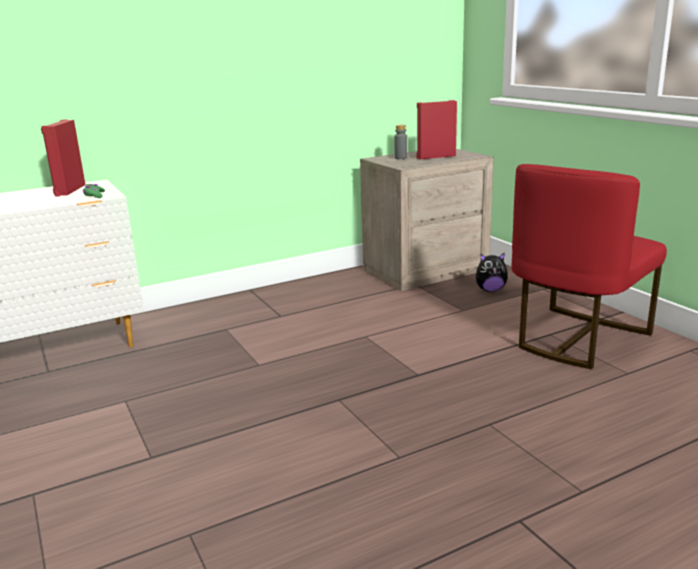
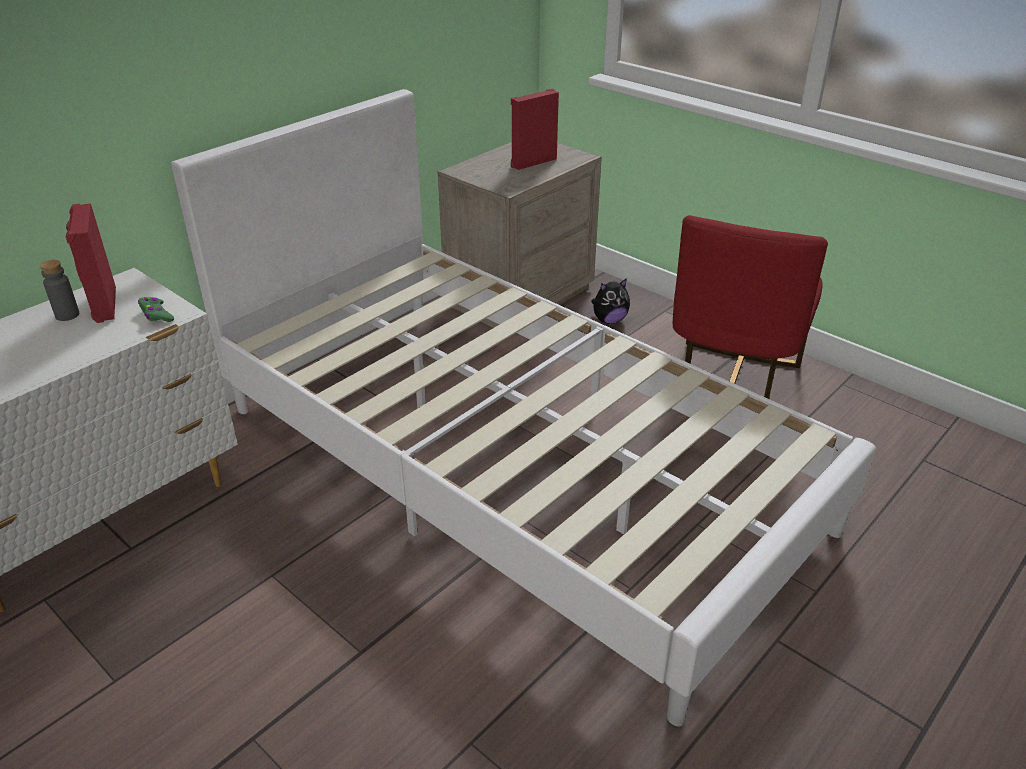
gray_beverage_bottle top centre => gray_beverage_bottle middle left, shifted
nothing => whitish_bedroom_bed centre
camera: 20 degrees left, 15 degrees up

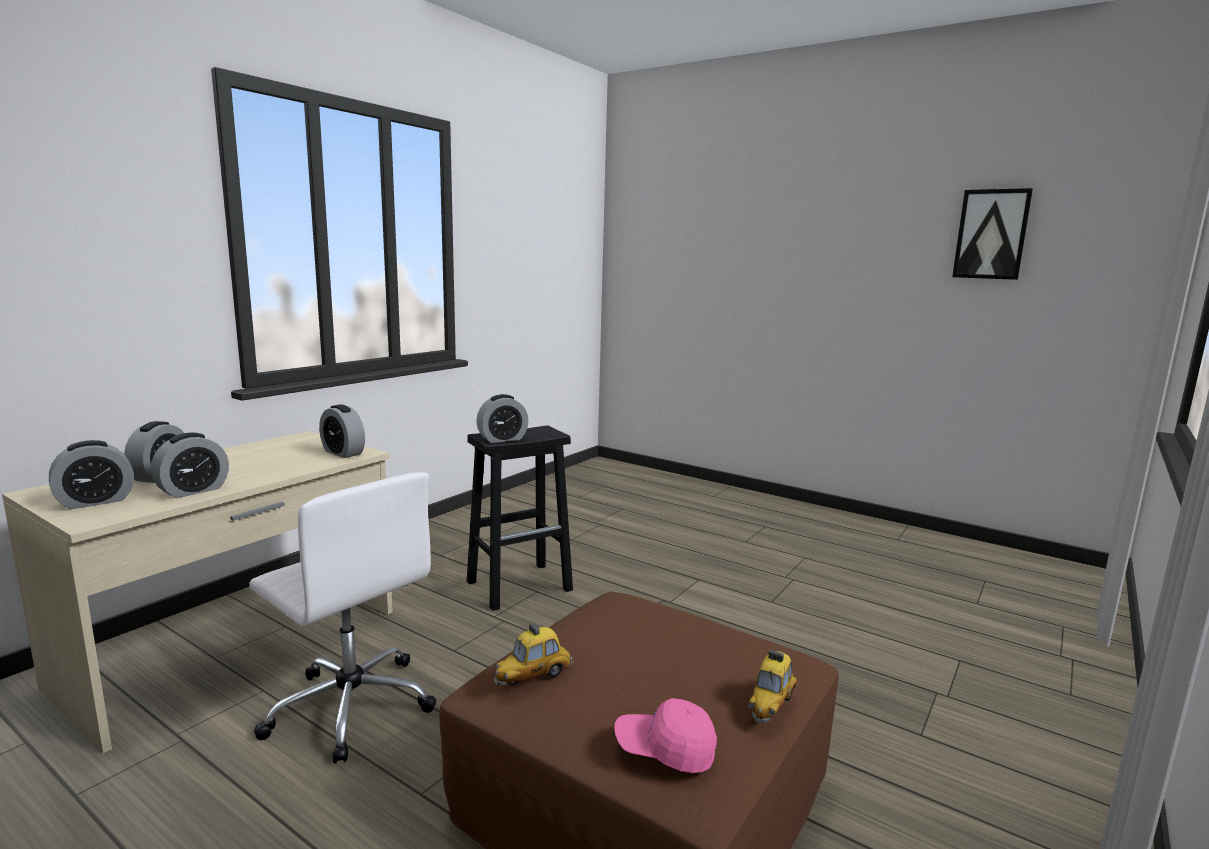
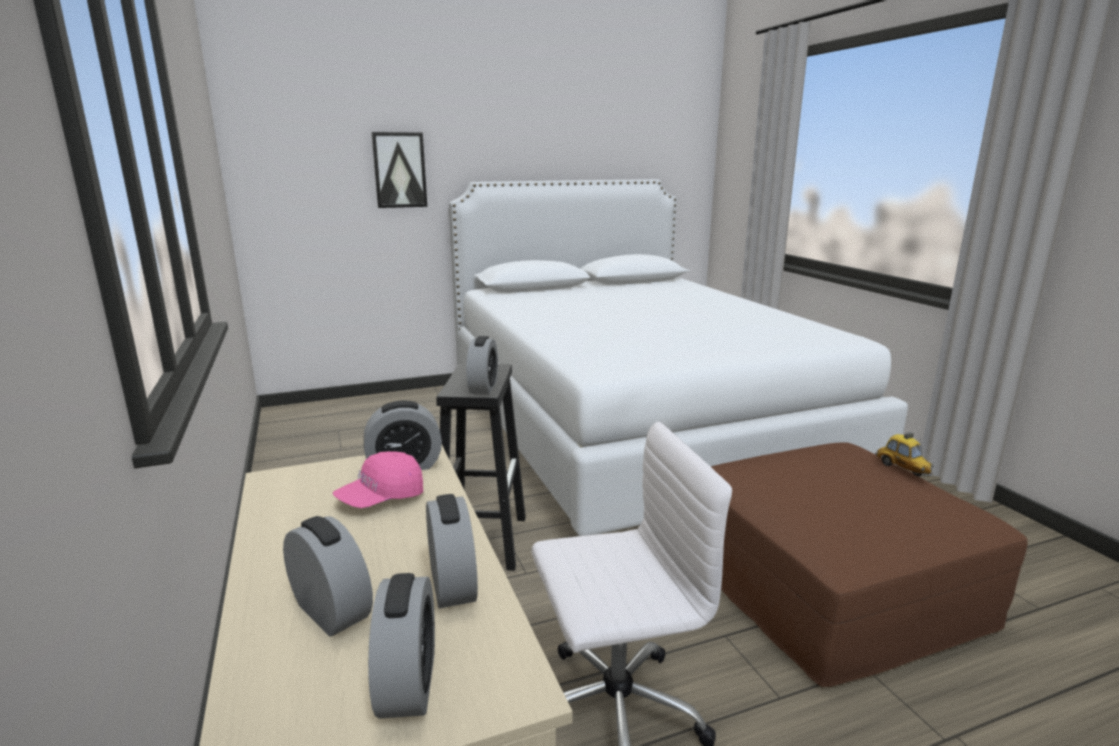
pinkish_peaked_cap bottom centre => pinkish_peaked_cap centre, shifted
picture top right => picture top centre, shifted
nothing => whitish_bedroom_bed centre
miniature_car (no. 1 from left) bottom centre => nothing
camera: 55 degrees left, 5 degrees up

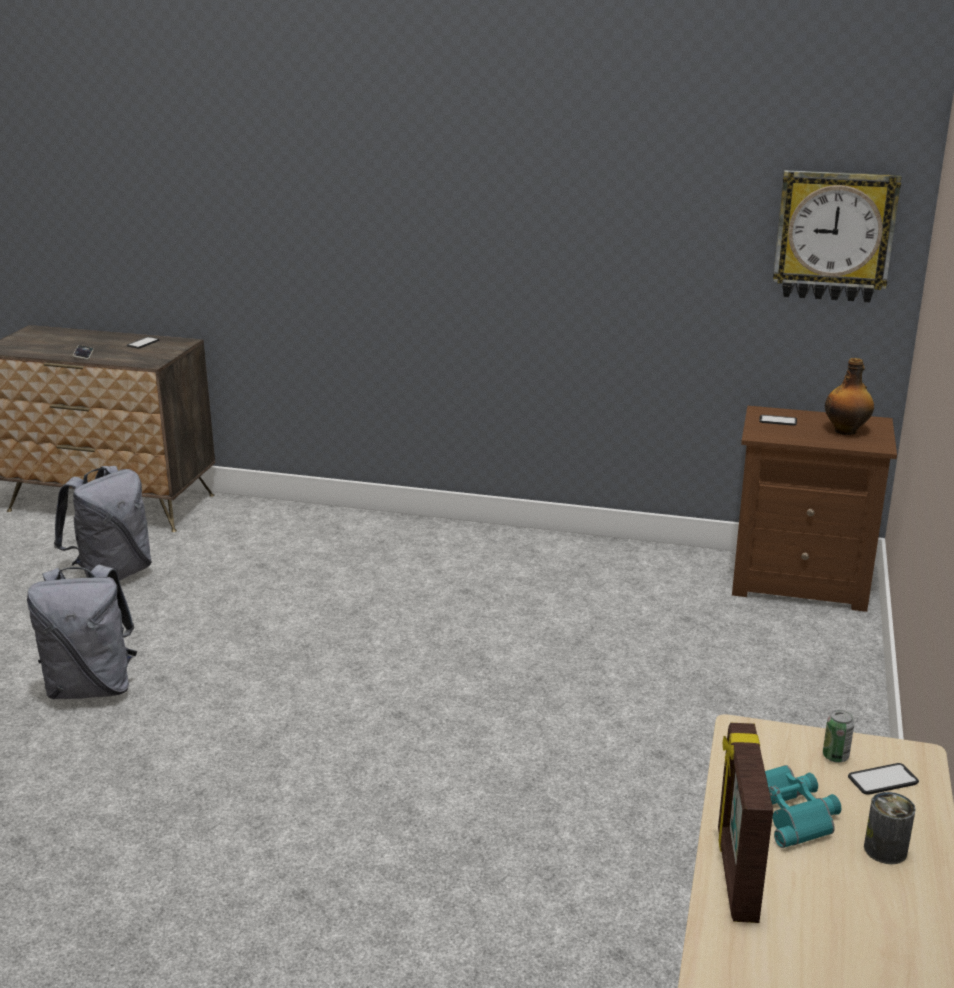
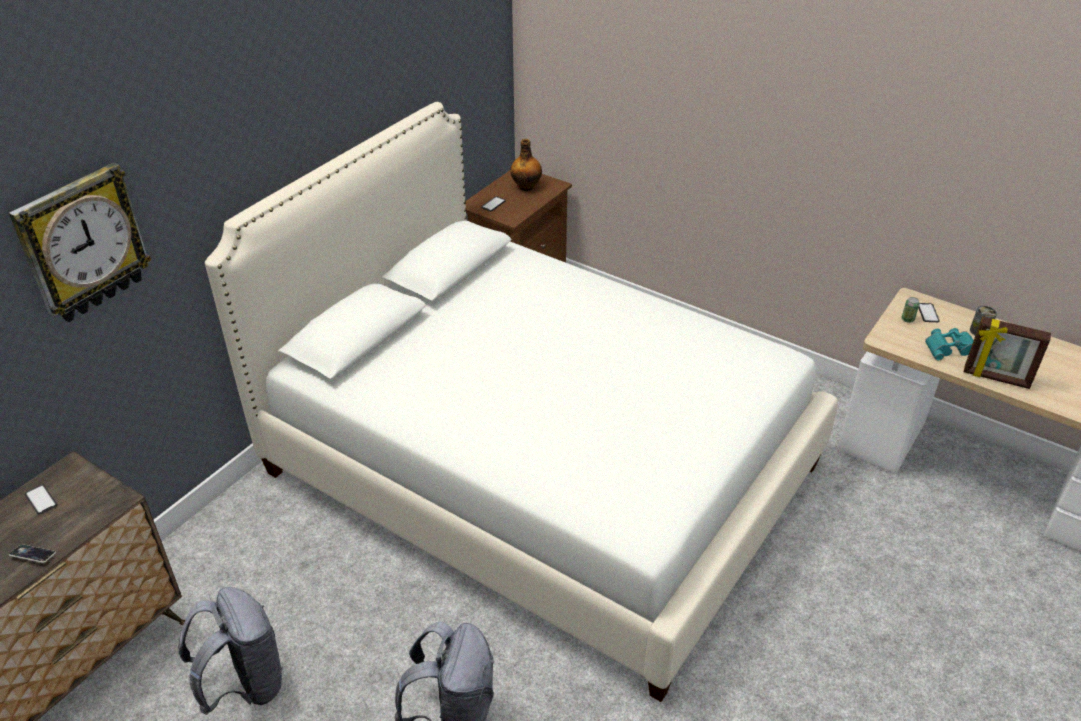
clock_on_the_wall top right => clock_on_the_wall middle left, shifted
nothing => whitish_bedroom_bed centre
camera: 70 degrees left, 15 degrees up

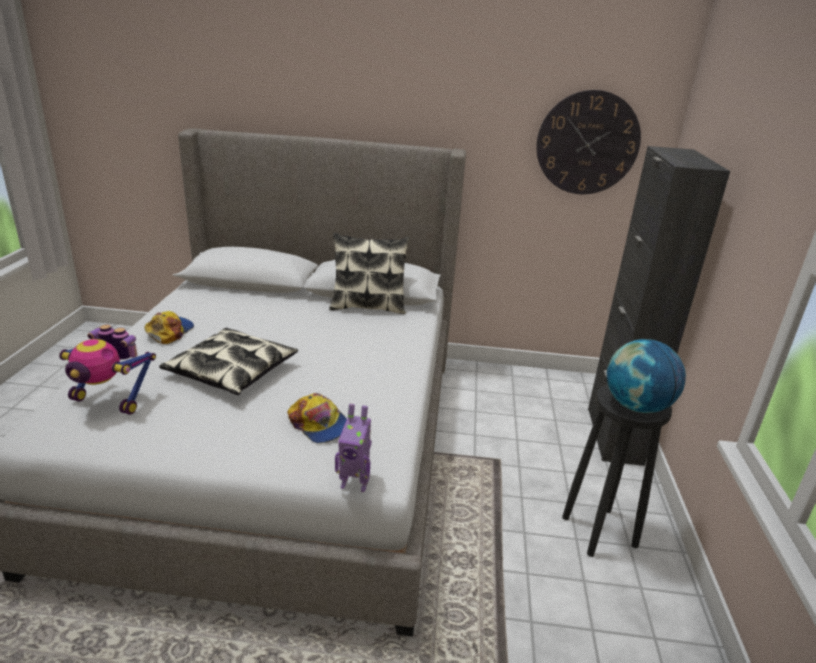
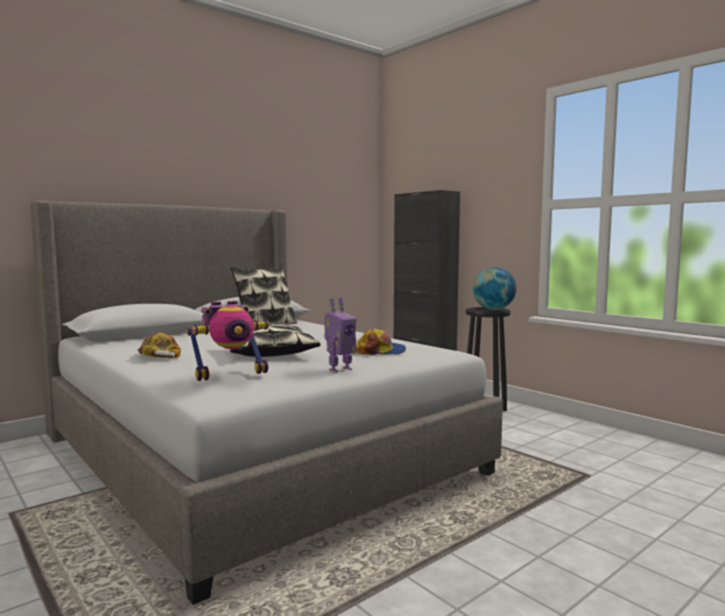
model_robot (no. 2 from left) bottom centre => model_robot (no. 2 from left) centre, shifted
clock_on_the_wall top right => nothing
camera: 45 degrees left, 20 degrees down

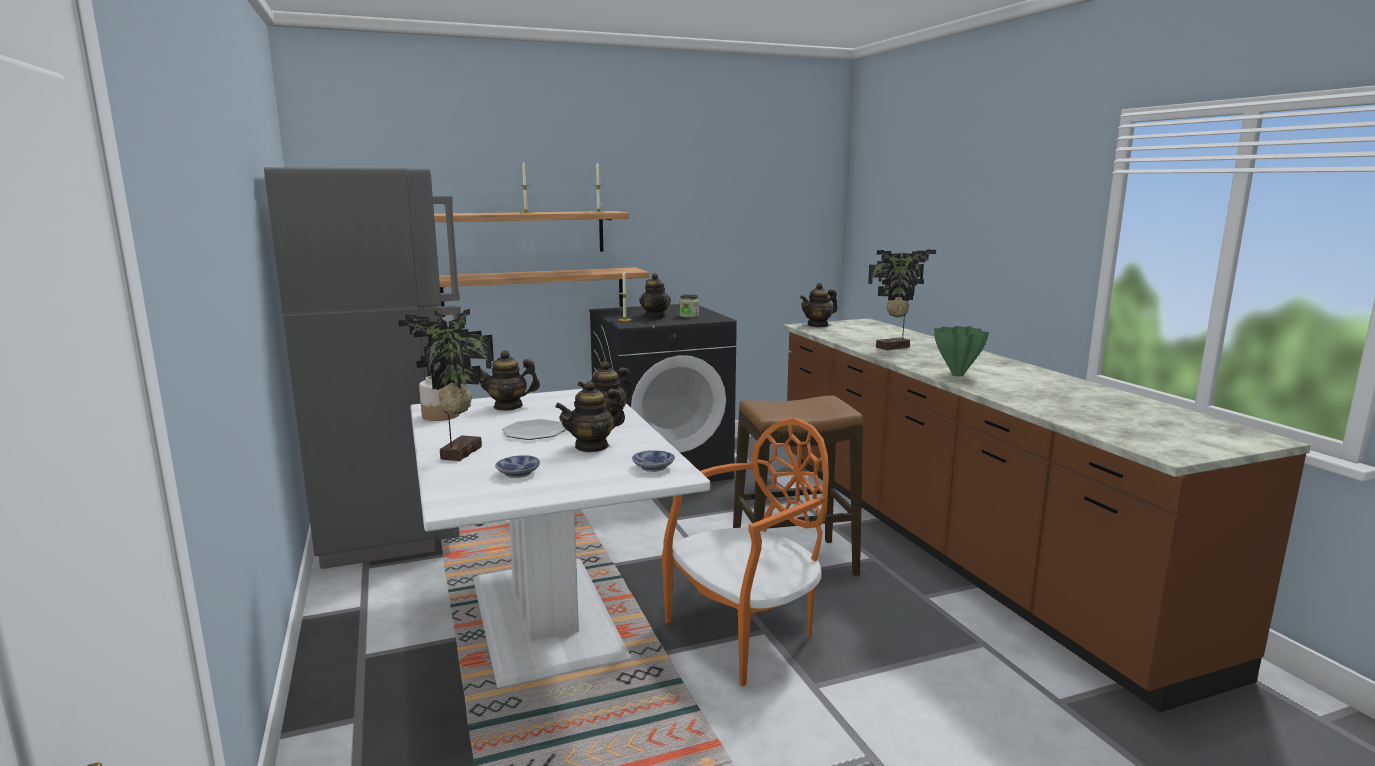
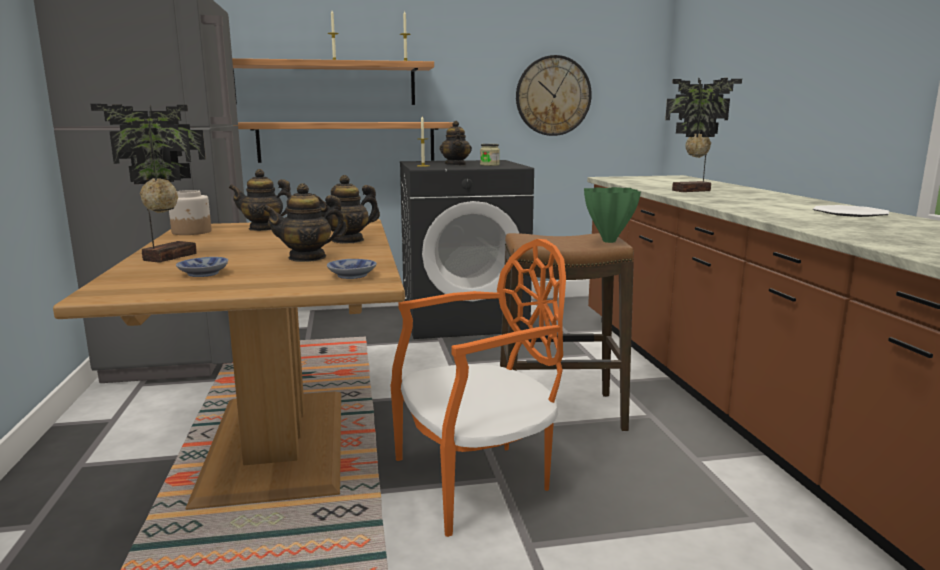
whitish_dinner_table bottom centre => brown_dinner_table middle left
nothing => clock_on_the_wall top centre
greenish_flower_vase middle right => greenish_flower_vase centre, shifted
plate centre => plate middle right, shifted
teapot (no. 5 from left) centre => nothing
camera: 10 degrees right, 0 degrees up

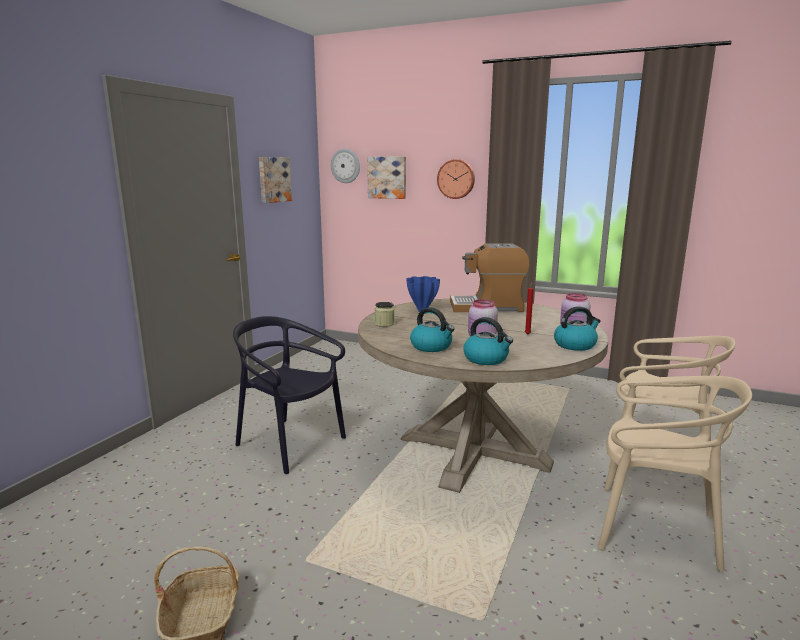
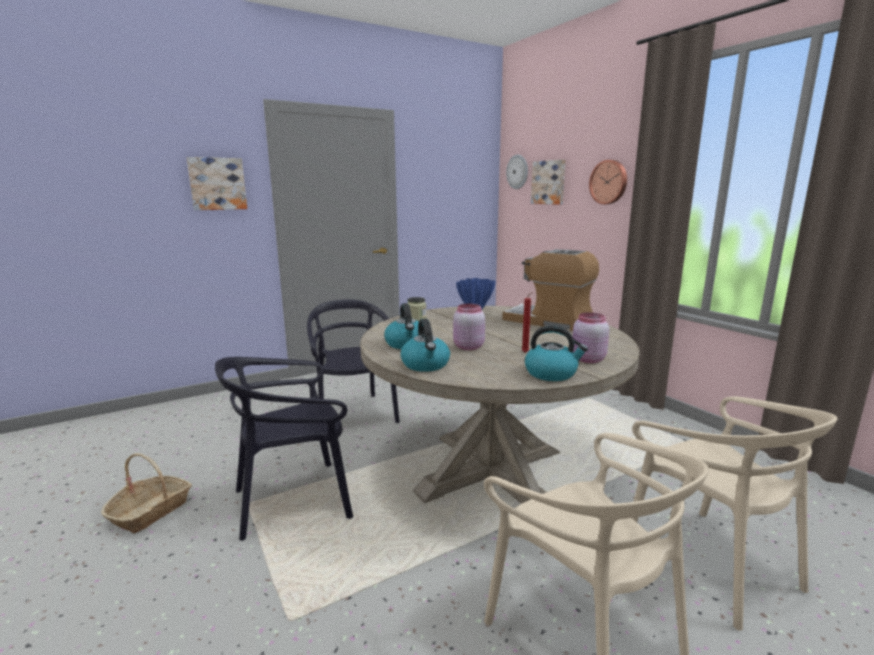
picture (no. 1 from left) top centre => picture (no. 1 from left) top left, shifted
nothing => black-coloured_upright_chair (no. 1 from left) bottom left
camera: 35 degrees right, 0 degrees up

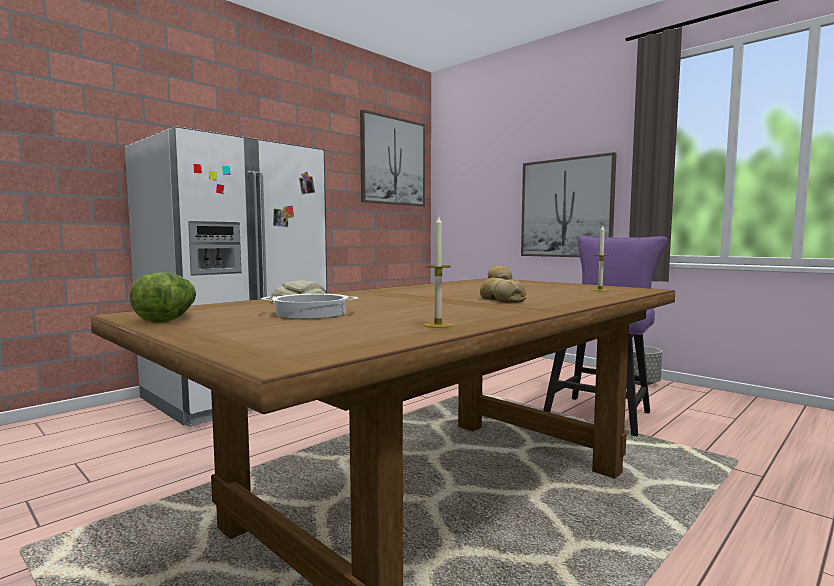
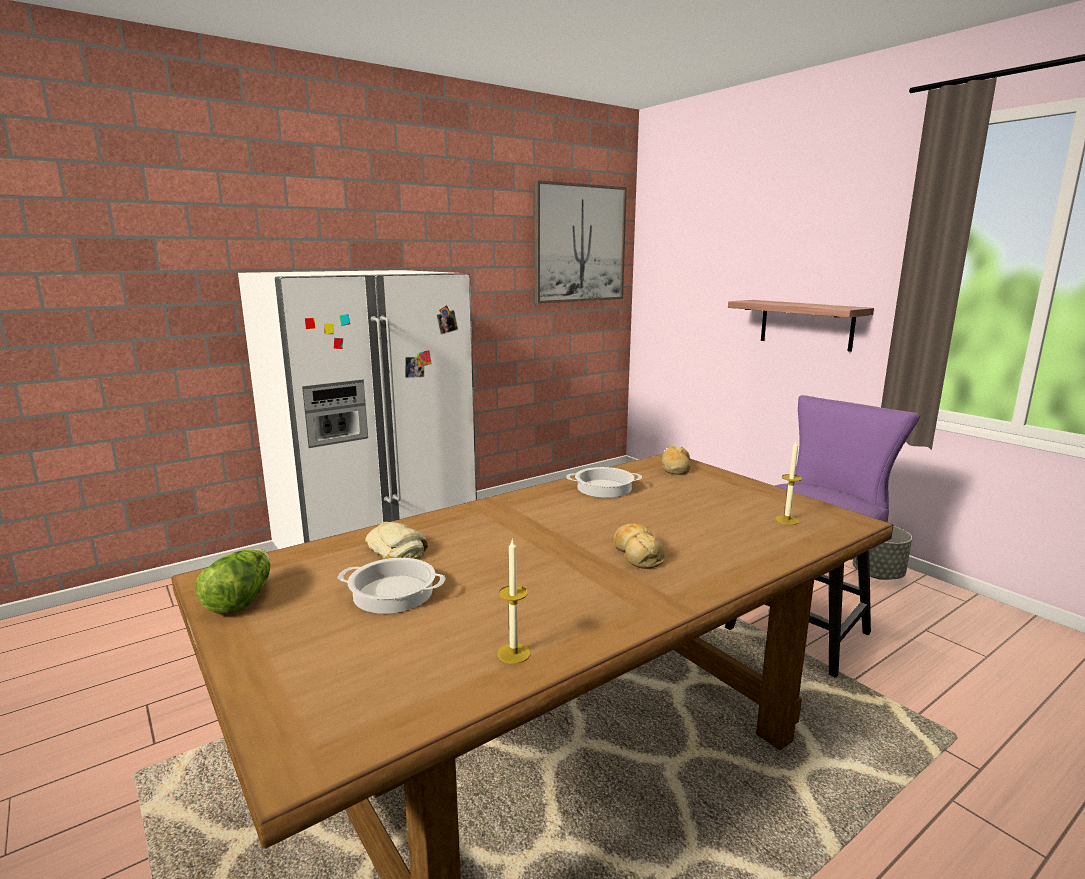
nothing => saucepot (no. 2 from left) centre
picture (no. 2 from left) middle right => shelf middle right
camera: 10 degrees right, 10 degrees up

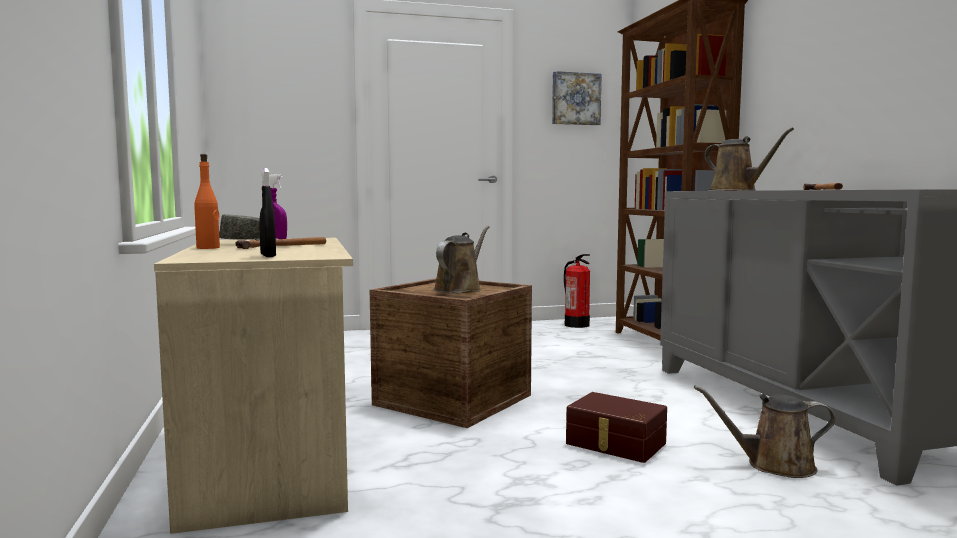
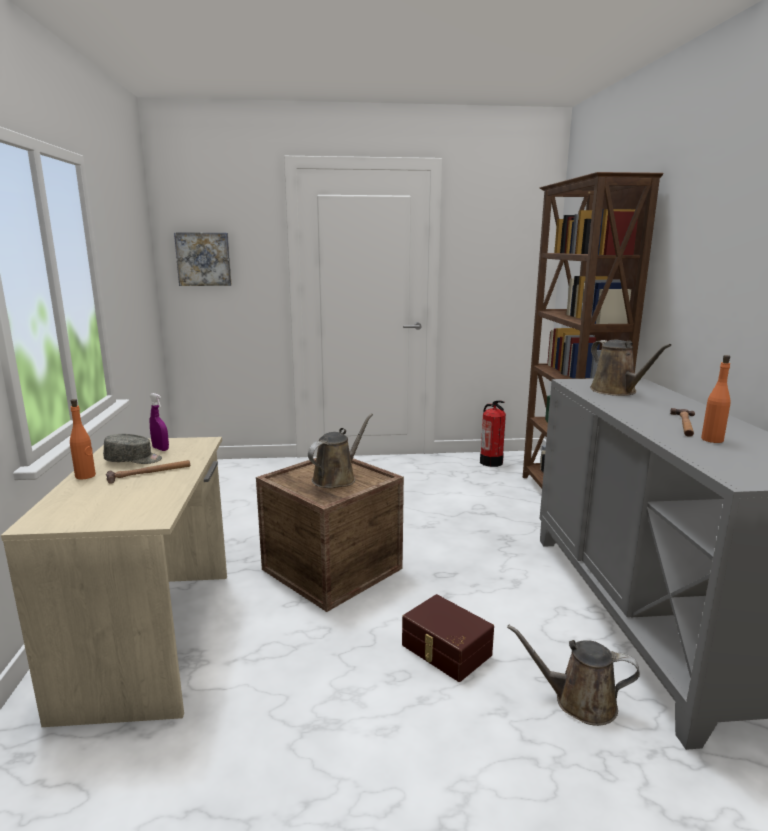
picture top centre => picture top left, shifted
nothing => orange_beverage_bottle (no. 2 from left) middle right
black-coloured_hand_sprayer middle left => nothing
camera: 10 degrees right, 10 degrees up

